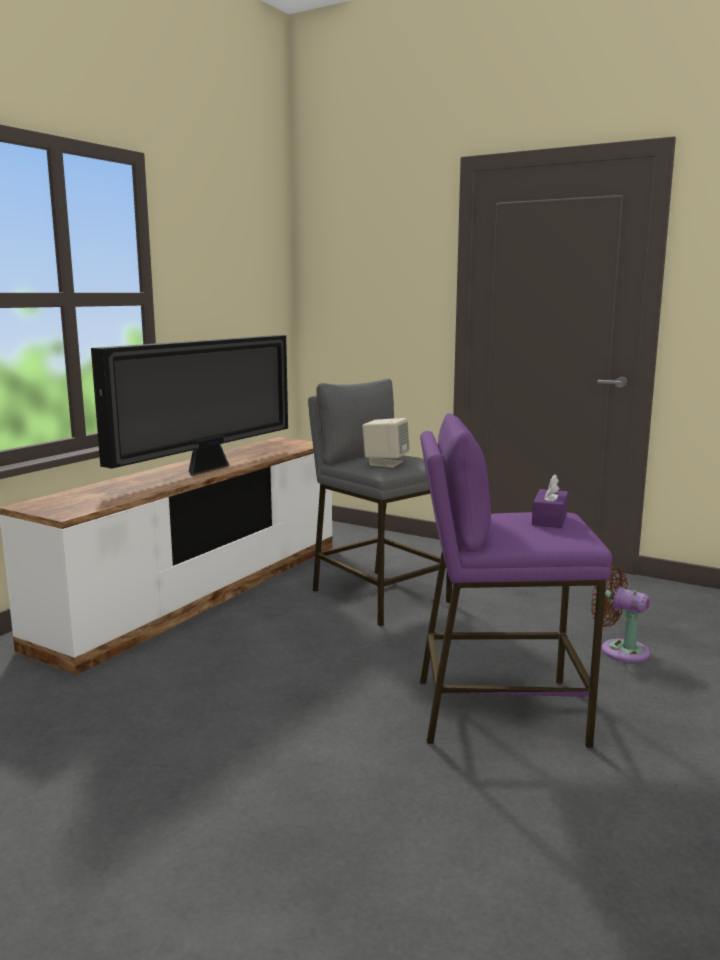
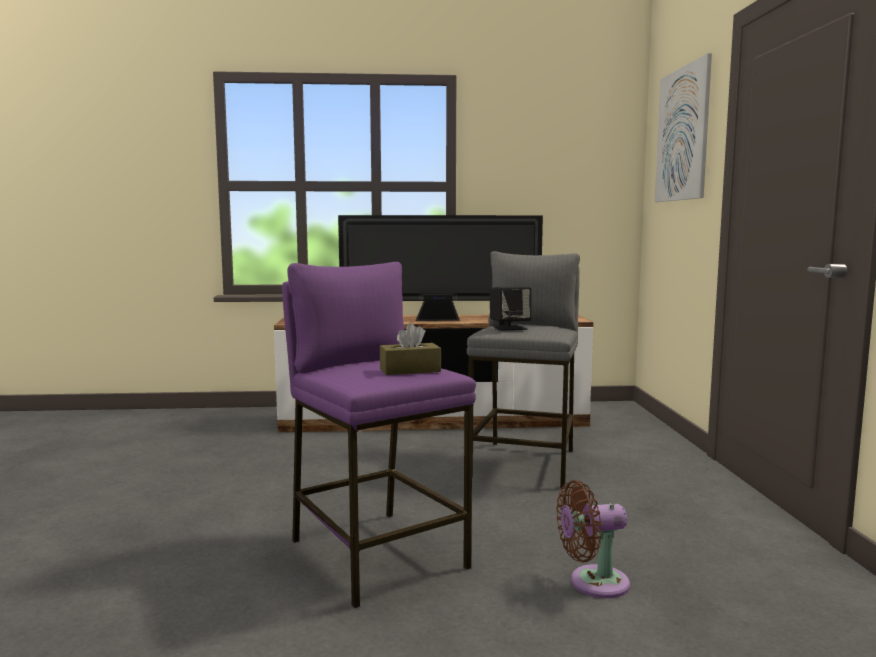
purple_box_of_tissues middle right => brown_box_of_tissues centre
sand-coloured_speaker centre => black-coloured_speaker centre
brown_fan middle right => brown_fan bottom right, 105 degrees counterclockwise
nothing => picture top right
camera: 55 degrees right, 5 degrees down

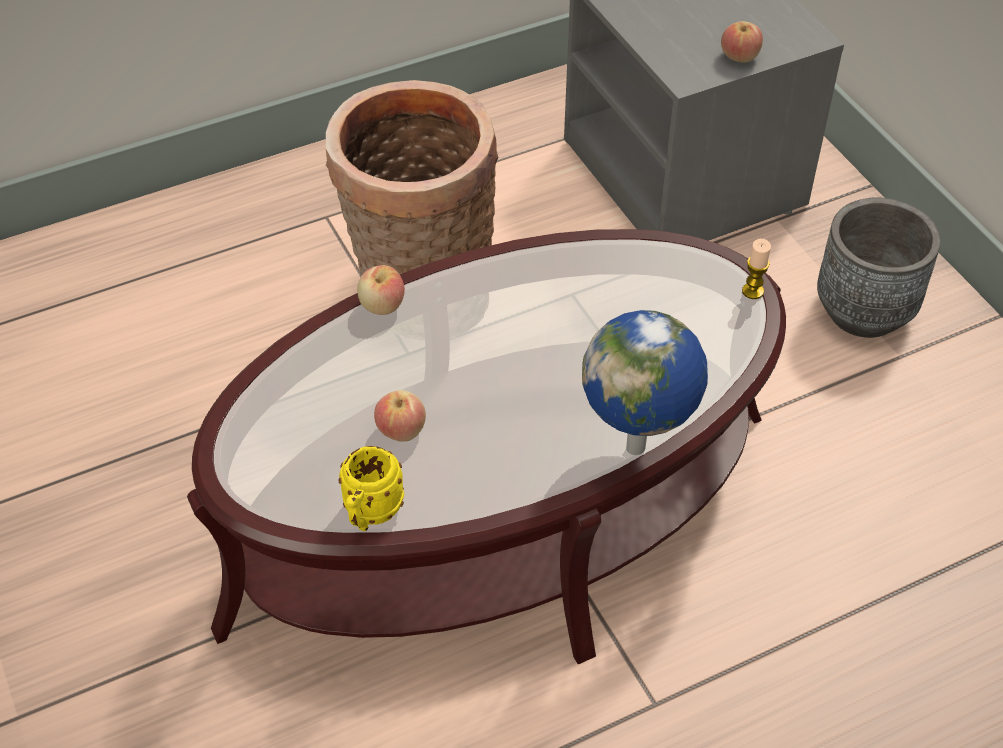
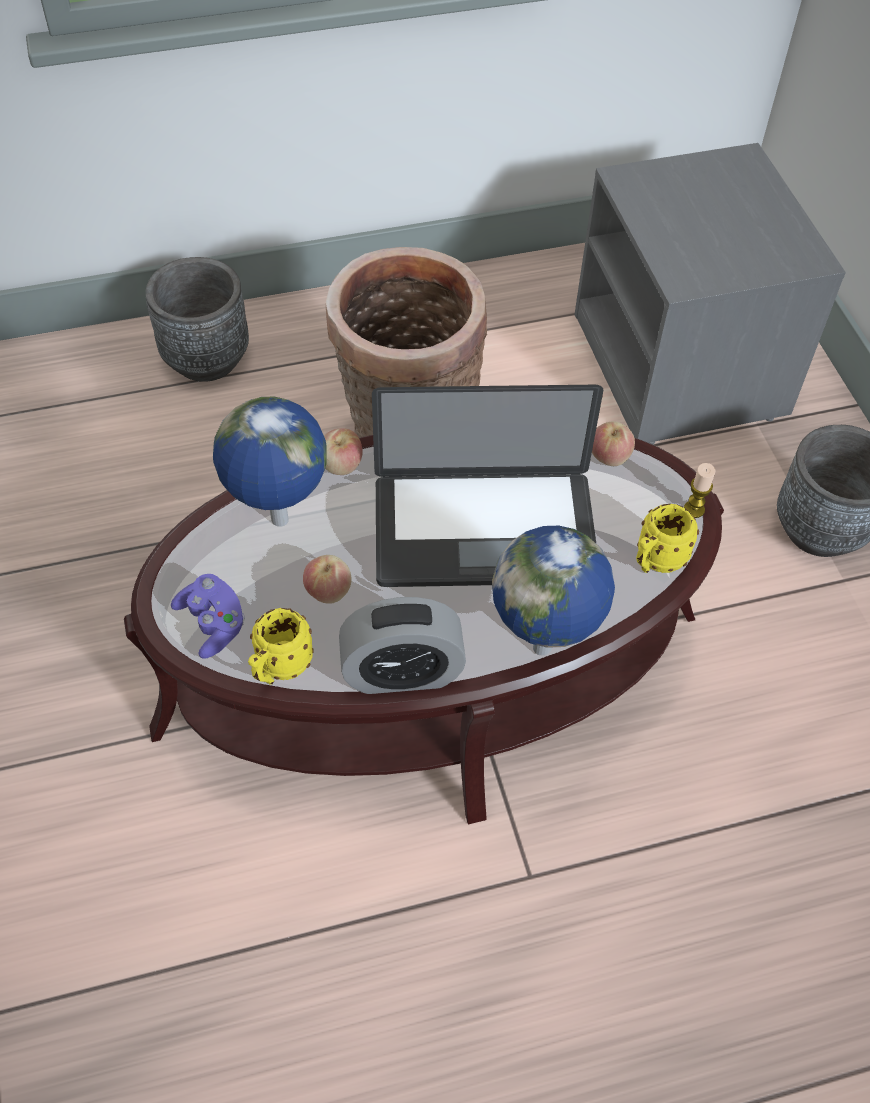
nothing => gray_flower_pot (no. 1 from left) top left
nothing => purple_joypad middle left
nothing => globe (no. 1 from left) middle left
nothing => table_clock centre
nothing => laptop centre
apple_fruit (no. 3 from left) top right => apple_fruit (no. 3 from left) middle right, shifted
nothing => yellow-coloured_coffee_mug (no. 2 from left) middle right
camera: 10 degrees right, 5 degrees up

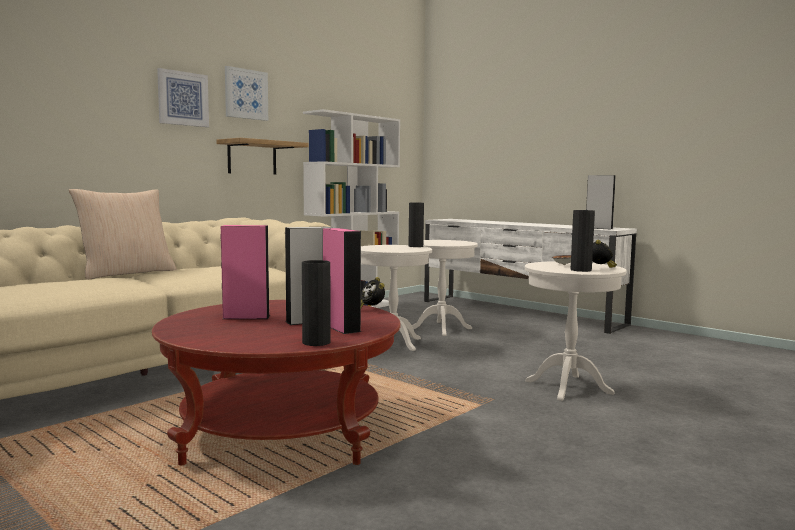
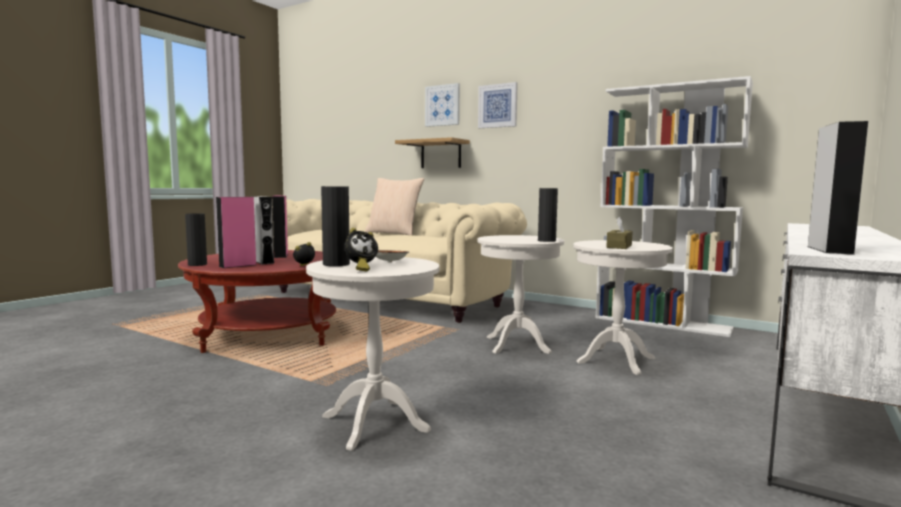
shelf top left => shelf top centre, shifted
picture (no. 2 from left in the first image) top left => picture (no. 1 from left) top centre, shifted
nothing => brown_box_of_tissues middle right
camera: 80 degrees right, 0 degrees up

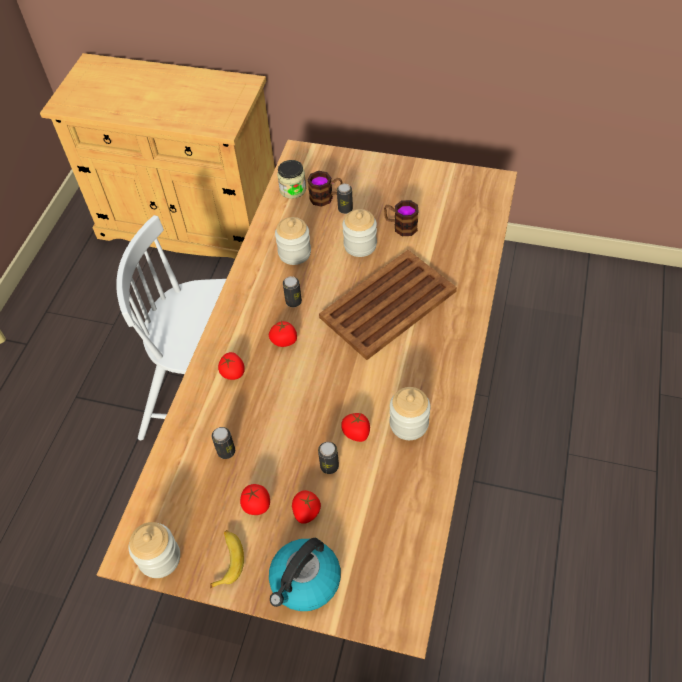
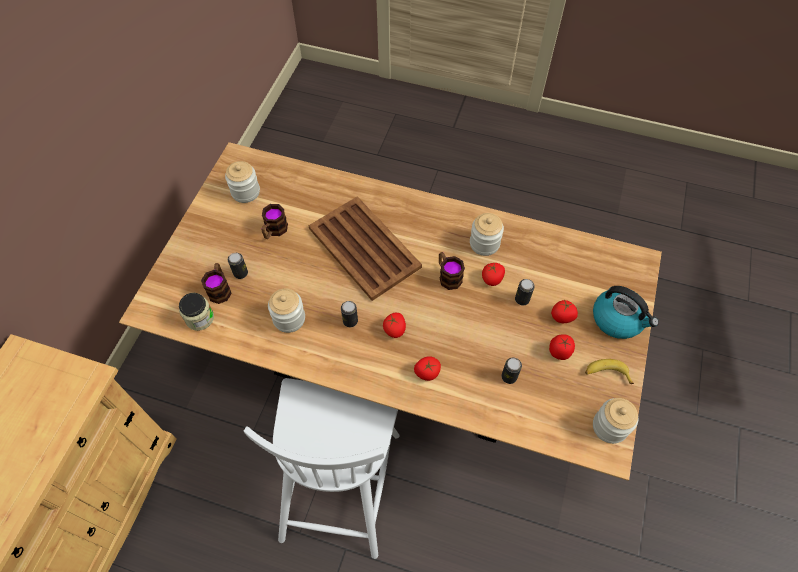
jar (no. 4 from left in the first image) centre => jar (no. 2 from left) top left, shifted
nothing => coffee_mug (no. 3 from left) centre
camera: 90 degrees left, 5 degrees up

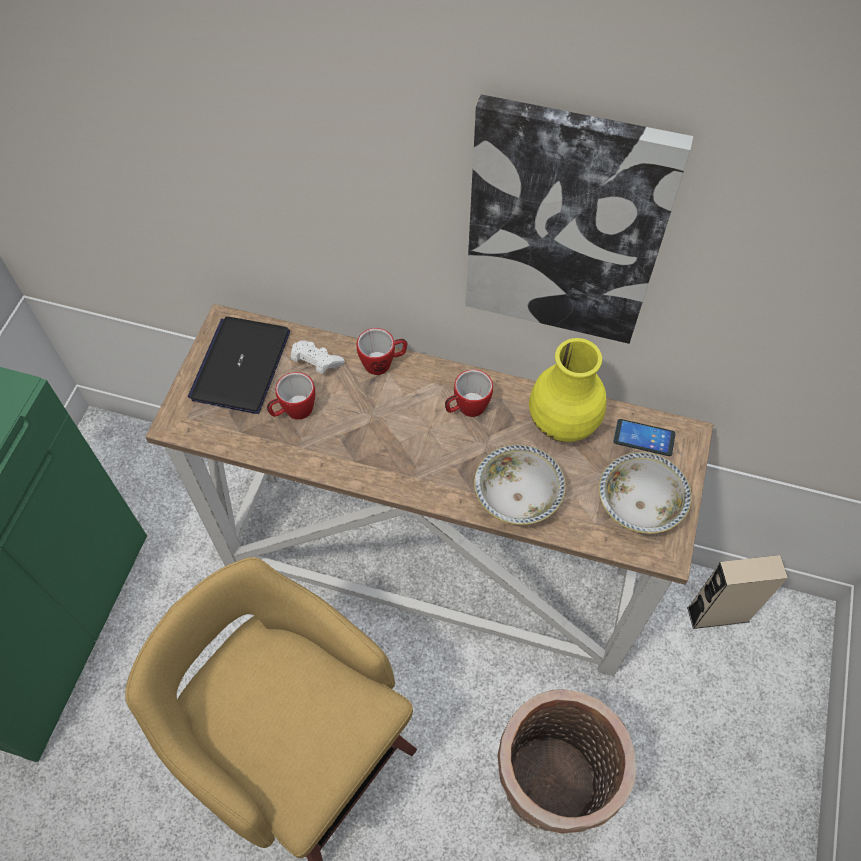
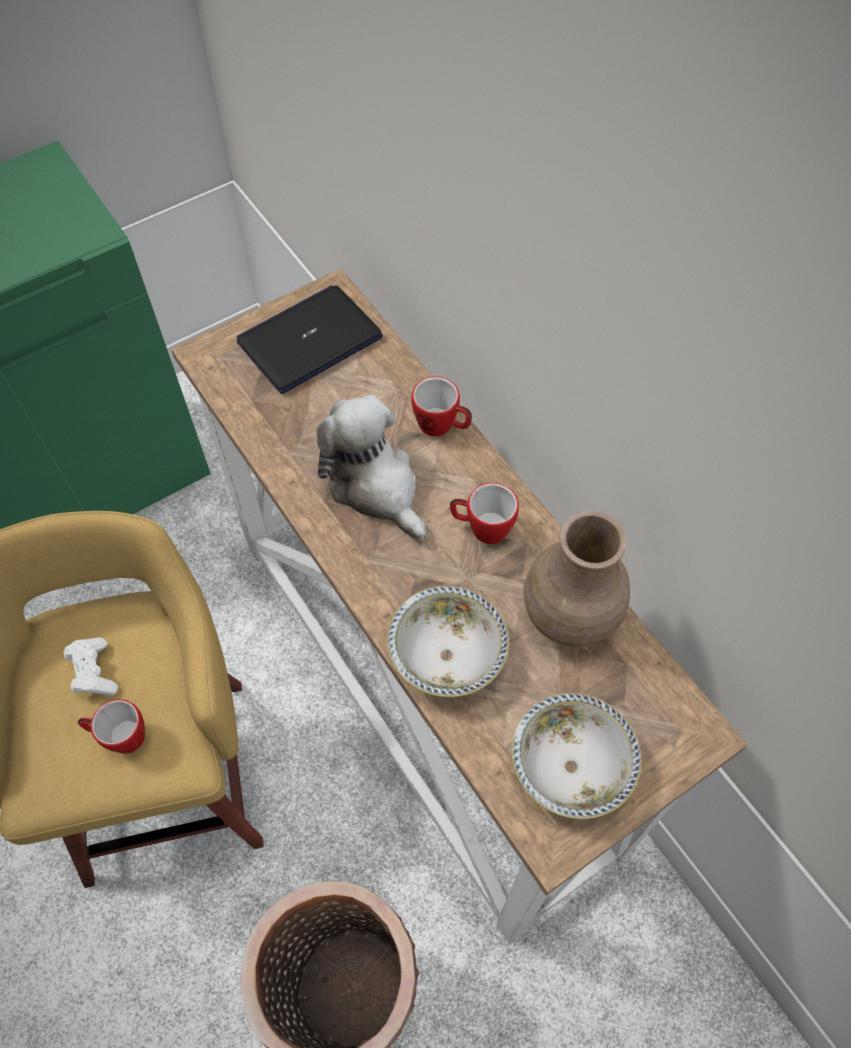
whitish_joypad centre => whitish_joypad middle left, shifted
coffee_mug (no. 1 from left) centre => coffee_mug (no. 1 from left) bottom left, shifted
nothing => cuddly_toy centre
yellow-coloured_flower_vase centre => brown_flower_vase middle right
picture top right => nothing
telephone middle right => nothing
sand-coloured_speaker bottom right => nothing
camera: 40 degrees right, 0 degrees up

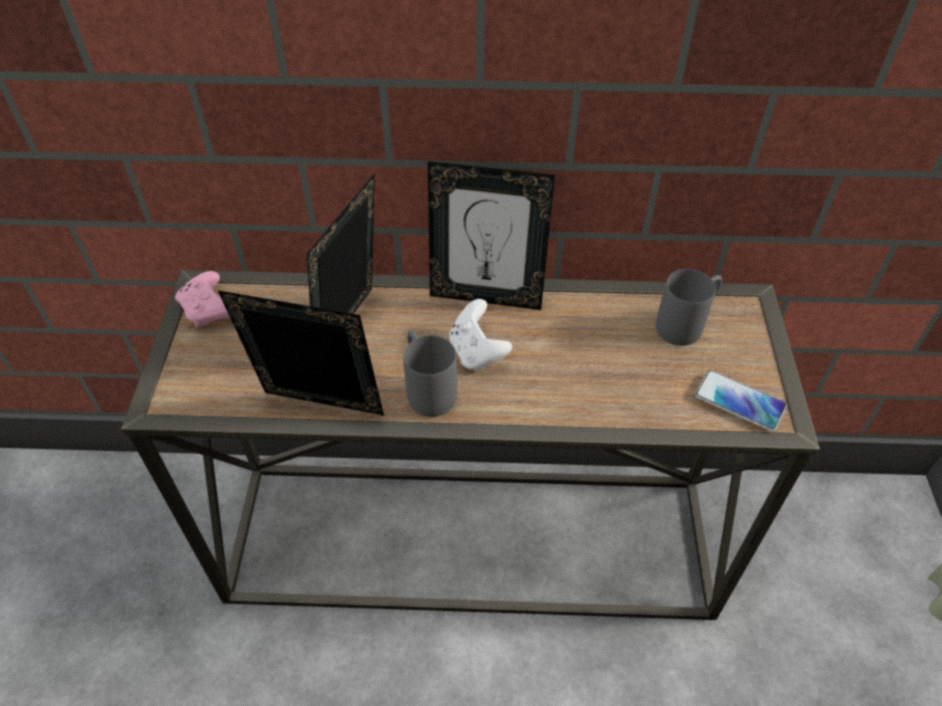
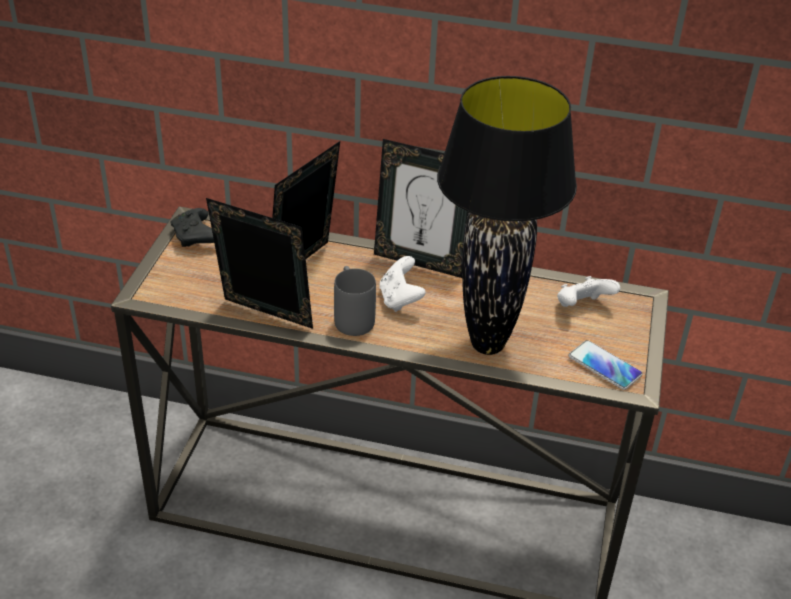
pinkish_joypad middle left => black-coloured_joypad middle left
nothing => black-coloured_tabletop_lamp centre
gray_coffee_mug (no. 2 from left) middle right => whitish_joypad (no. 2 from left) middle right
camera: 10 degrees right, 10 degrees down

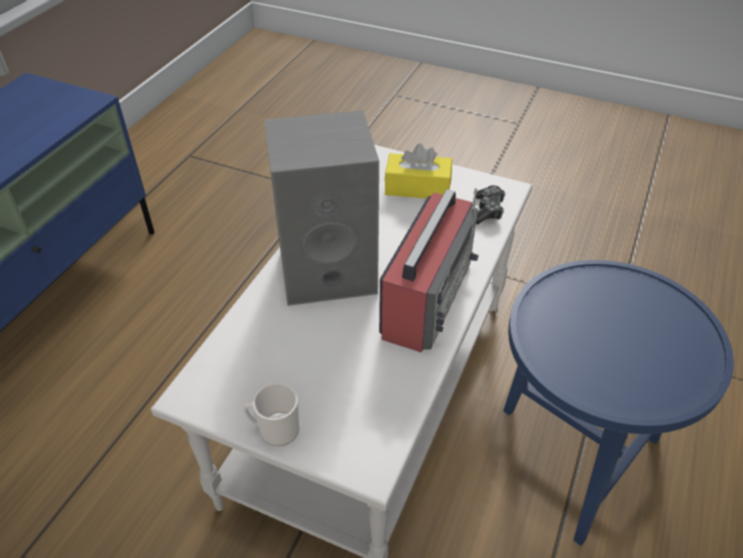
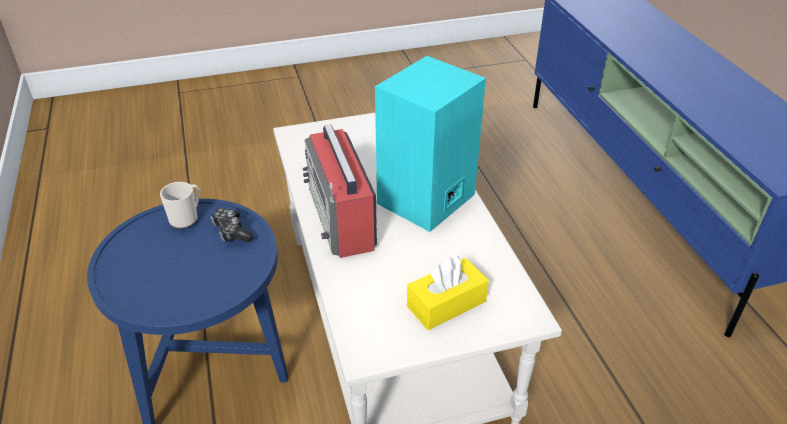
coffee_mug bottom centre => coffee_mug middle left, shifted
joypad centre => joypad middle left, shifted
gray_speaker centre => turquoise-coloured_speaker centre
camera: 140 degrees right, 5 degrees down

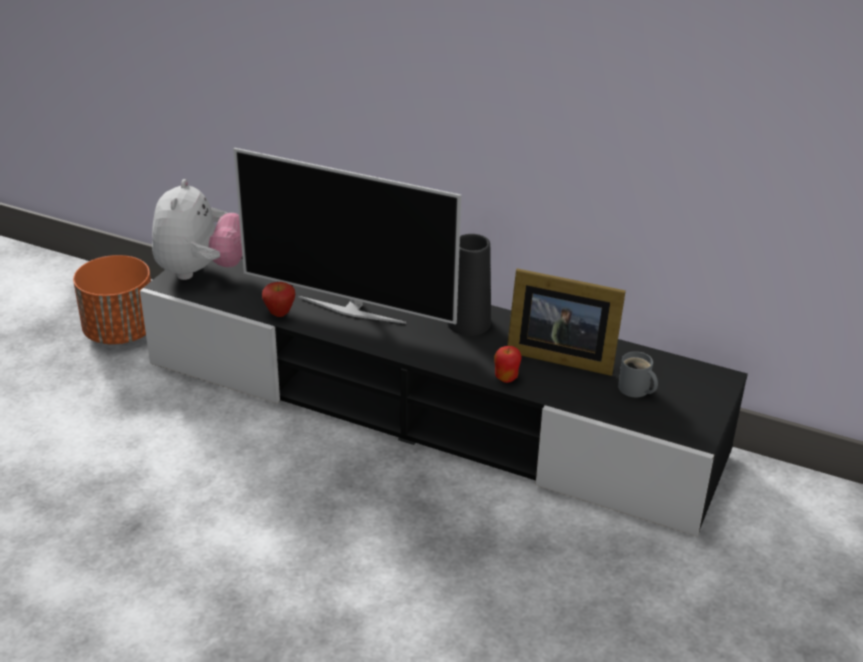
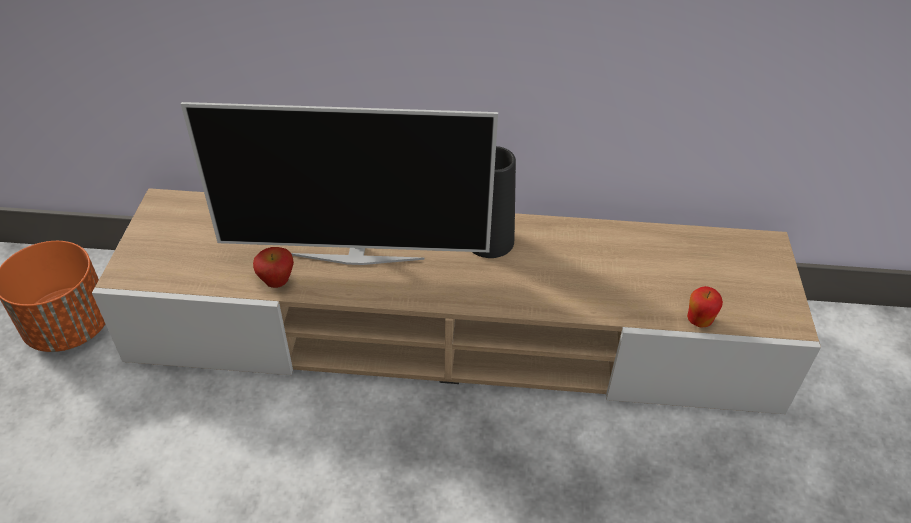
black-coloured_tv_unit centre => sand-coloured_tv_unit centre
apple_fruit (no. 2 from left) centre => apple_fruit (no. 2 from left) middle right, shifted
cuddly_toy middle left => nothing
photo_frame centre => nothing
gray_coffee_mug middle right => nothing
camera: 20 degrees left, 10 degrees up

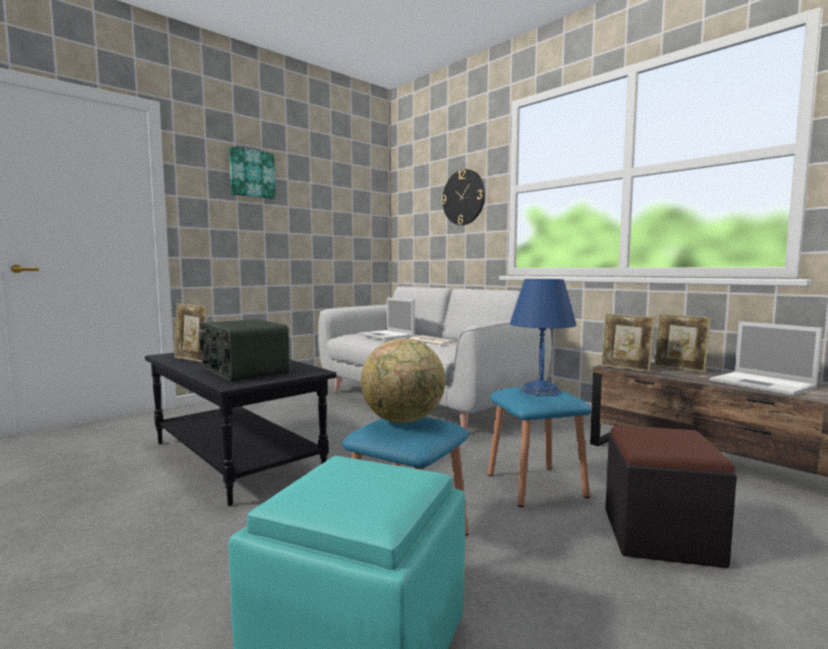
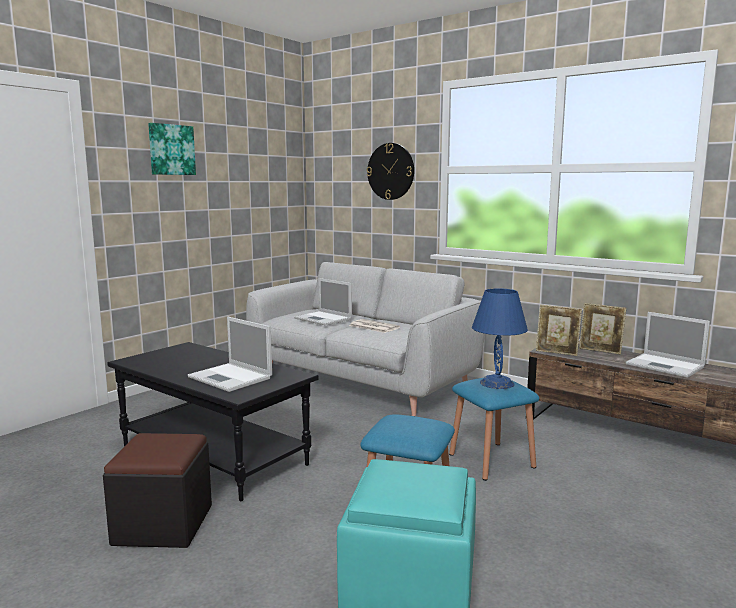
black-coloured_footrest bottom right => black-coloured_footrest bottom left, shifted
radio middle left => laptop (no. 1 from left) middle left
photo_frame (no. 1 from left) middle left => nothing
globe centre => nothing
camera: 10 degrees left, 5 degrees up

